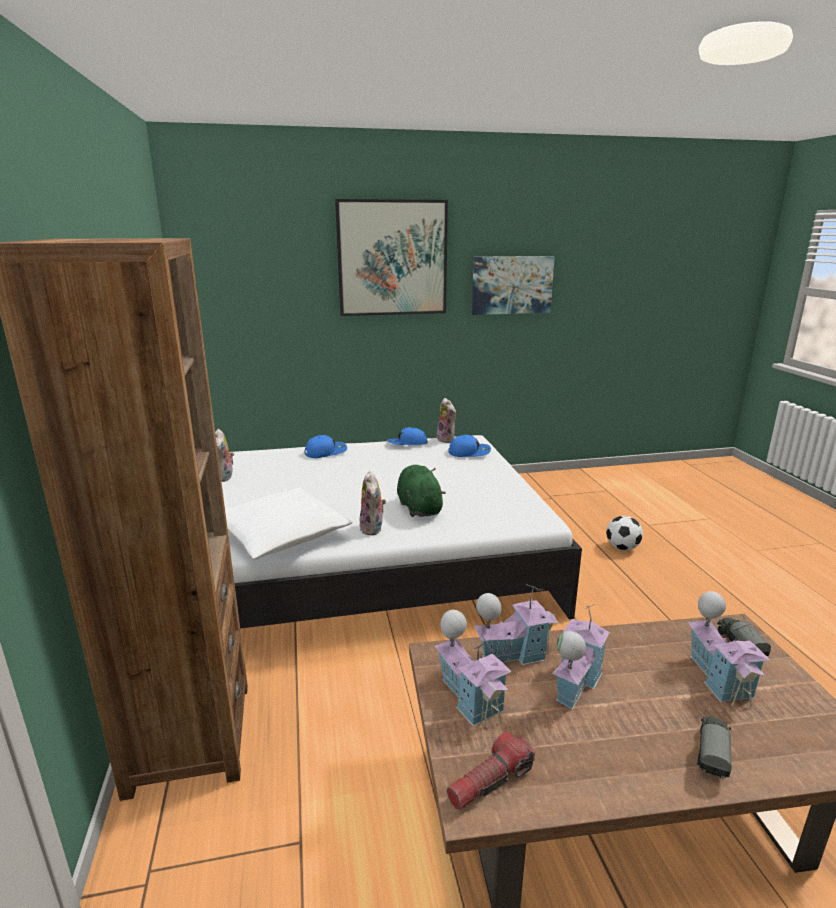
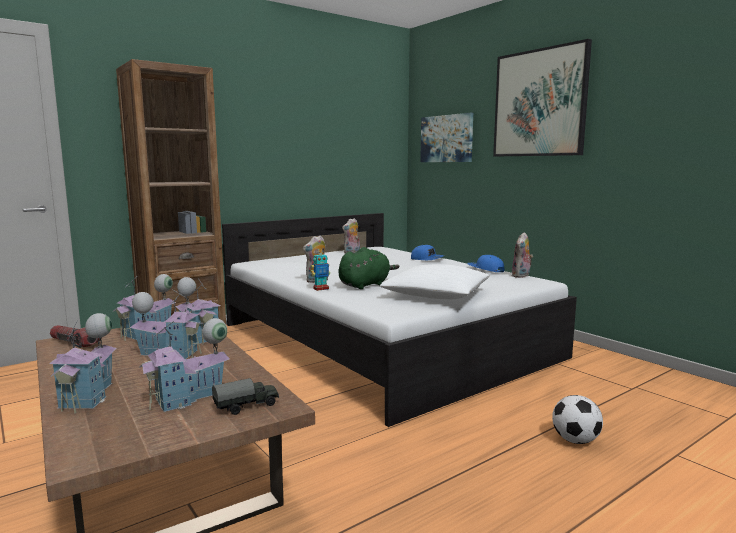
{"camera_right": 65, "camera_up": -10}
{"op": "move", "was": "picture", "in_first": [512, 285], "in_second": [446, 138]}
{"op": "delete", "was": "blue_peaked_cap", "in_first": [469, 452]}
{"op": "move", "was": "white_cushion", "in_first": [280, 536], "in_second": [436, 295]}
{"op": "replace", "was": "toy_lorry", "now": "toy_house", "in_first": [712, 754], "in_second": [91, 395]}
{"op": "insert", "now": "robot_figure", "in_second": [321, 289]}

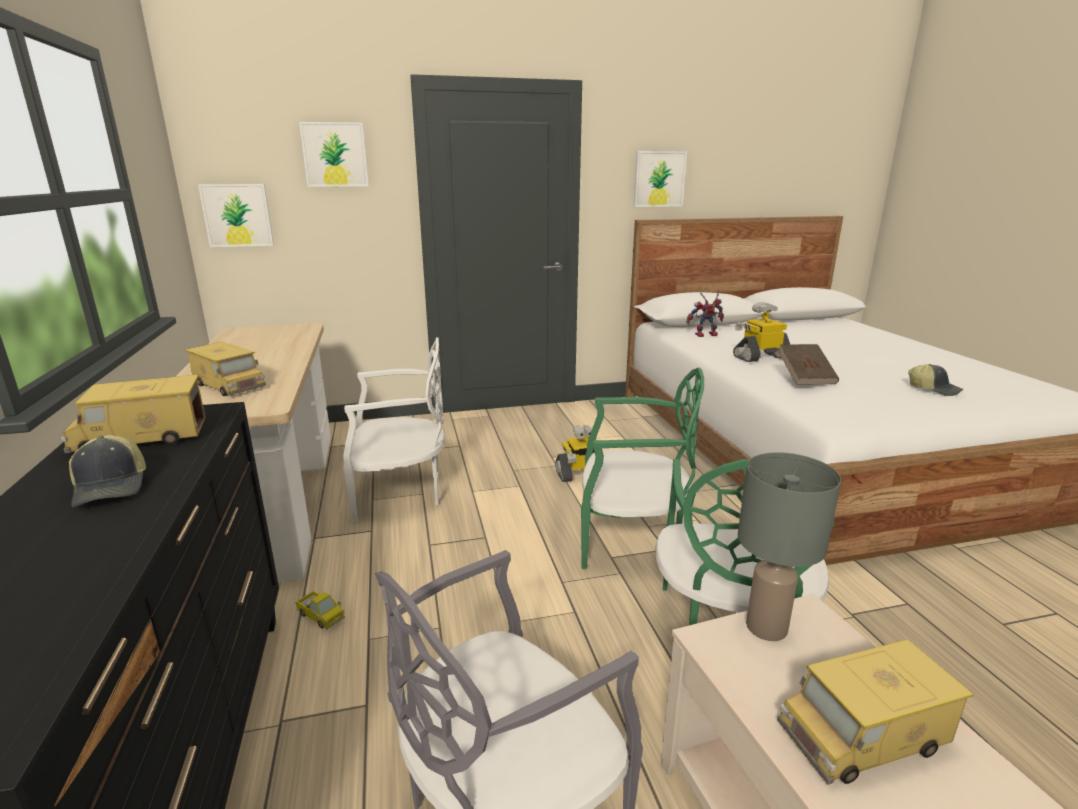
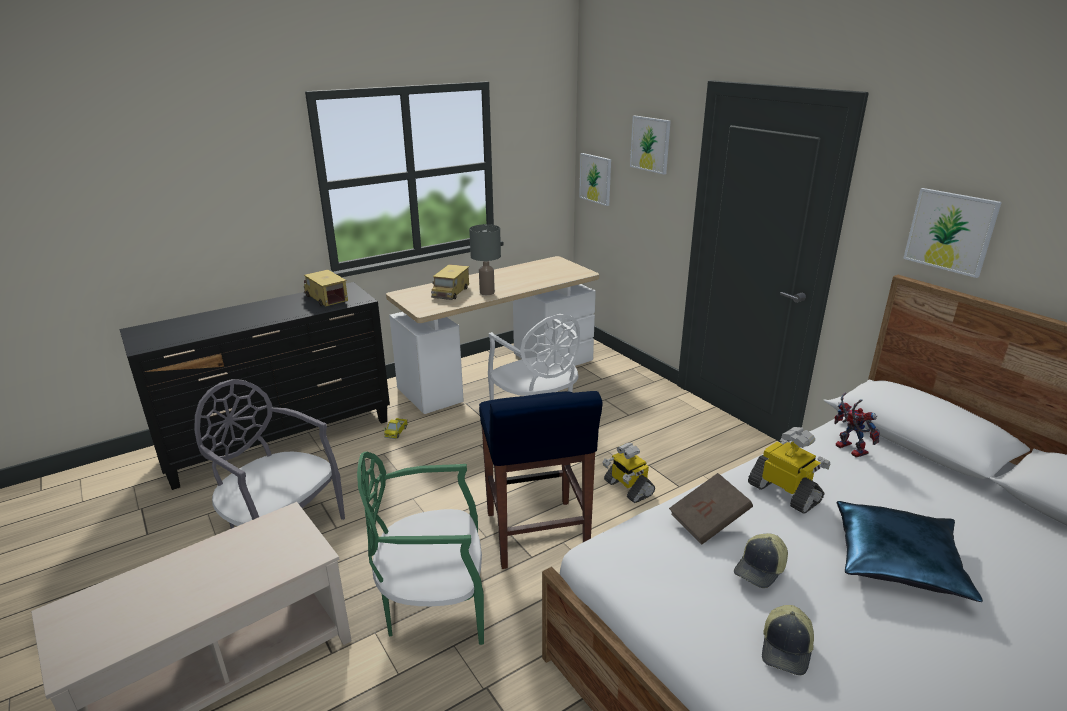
{"camera_right": 70, "camera_up": 5}
{"op": "replace", "was": "greenish_upright_chair", "now": "blue_stool", "in_first": [630, 539], "in_second": [536, 535]}
{"op": "move", "was": "peaked_cap", "in_first": [113, 486], "in_second": [761, 569]}
{"op": "move", "was": "grey_table_lamp", "in_first": [765, 627], "in_second": [486, 292]}
{"op": "delete", "was": "toy_lorry", "in_first": [863, 736]}
{"op": "insert", "now": "blue_cushion", "in_second": [897, 559]}

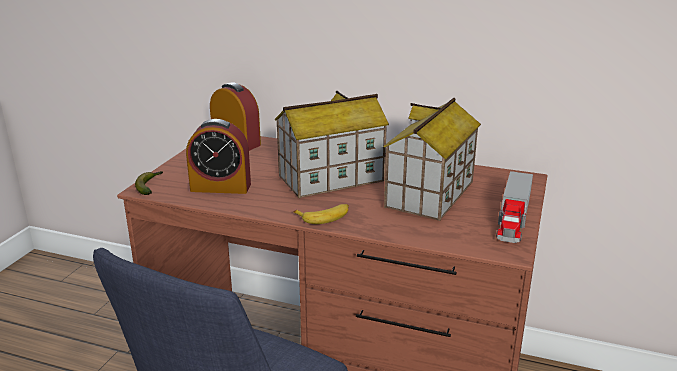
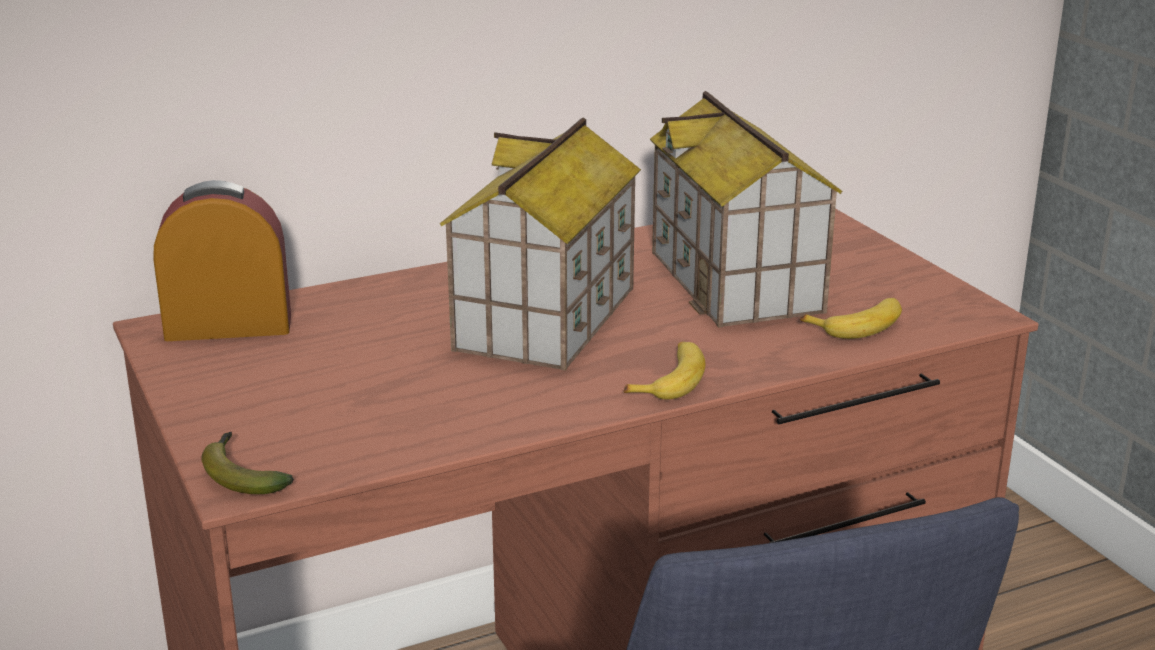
{"camera_right": -45, "camera_up": 0}
{"op": "delete", "was": "alarm_clock", "in_first": [220, 187]}
{"op": "delete", "was": "toy_lorry", "in_first": [513, 219]}
{"op": "insert", "now": "banana", "in_second": [858, 325]}

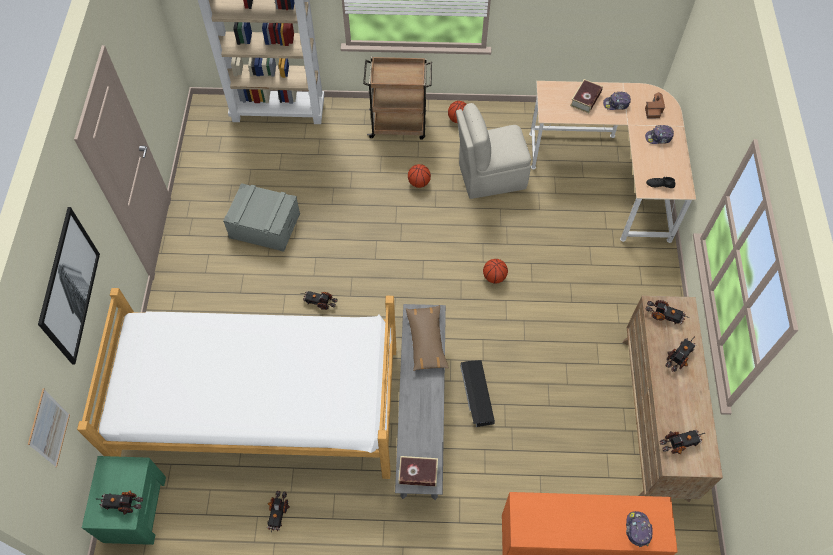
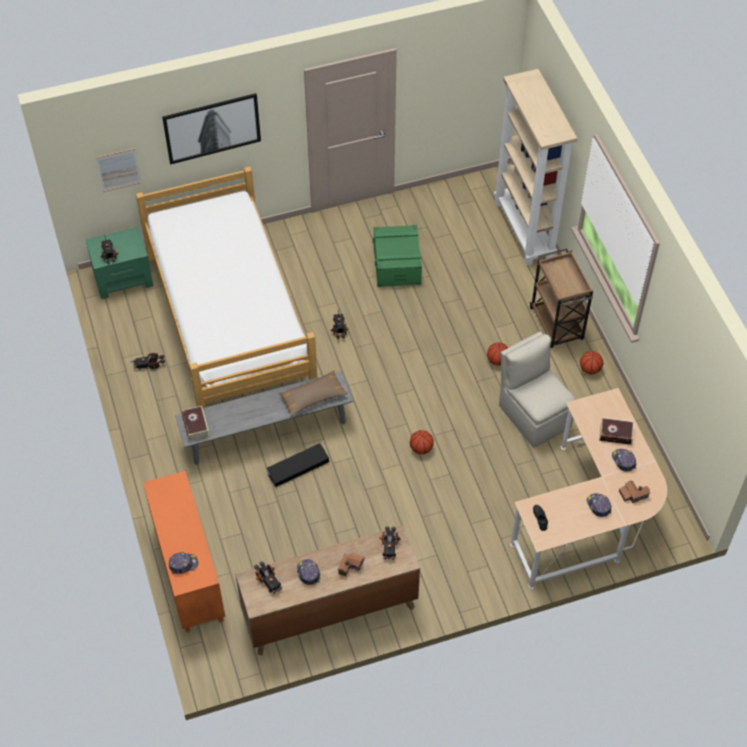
{"camera_right": 70, "camera_up": -5}
{"op": "recolor", "was": "grey_storage_box", "now": "greenish_storage_box", "in_first": [265, 225], "in_second": [397, 265]}
{"op": "replace", "was": "toy_lorry", "now": "toy_house", "in_first": [679, 357], "in_second": [351, 566]}
{"op": "insert", "now": "peaked_cap", "in_second": [308, 573]}

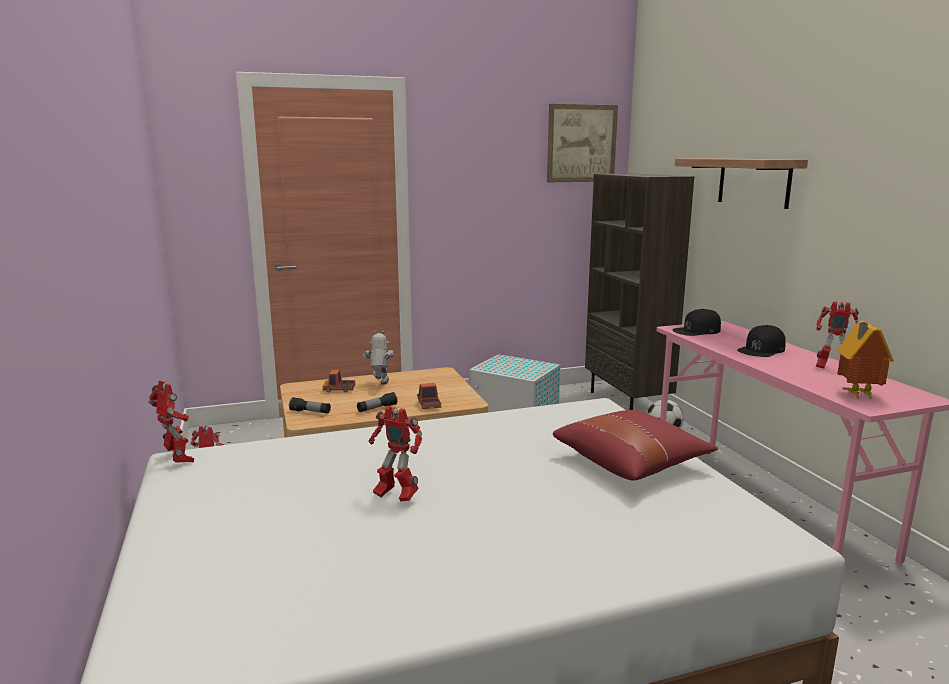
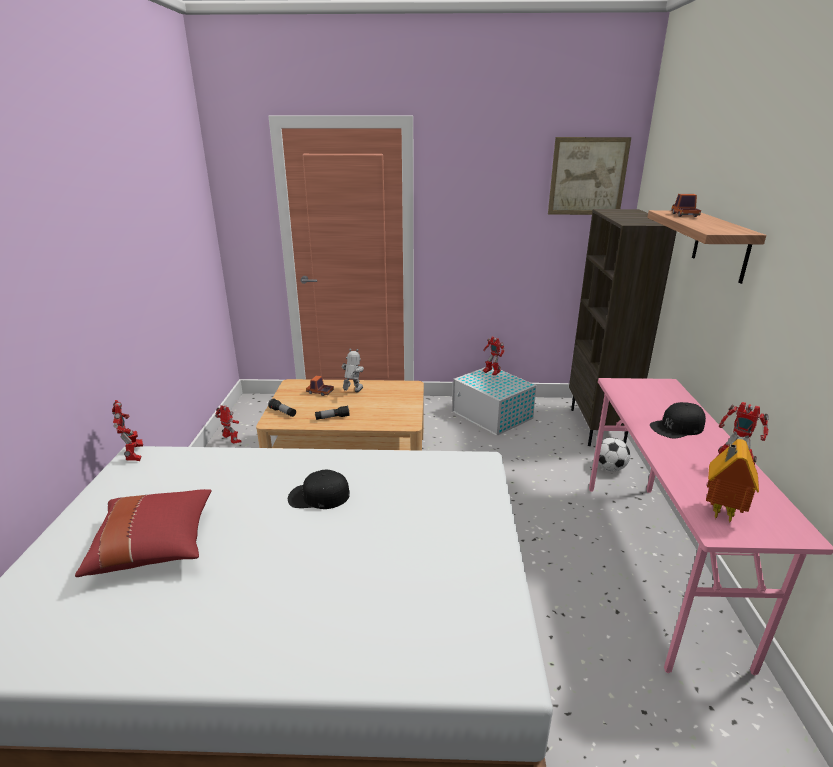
{"camera_right": 20, "camera_up": 10}
{"op": "move", "was": "black-coloured_peaked_cap", "in_first": [697, 330], "in_second": [318, 496]}
{"op": "move", "was": "toy_lorry", "in_first": [429, 405], "in_second": [684, 215]}
{"op": "move", "was": "robot_figure", "in_first": [395, 496], "in_second": [491, 373]}
{"op": "move", "was": "red-coloured_cushion", "in_first": [631, 463], "in_second": [155, 545]}

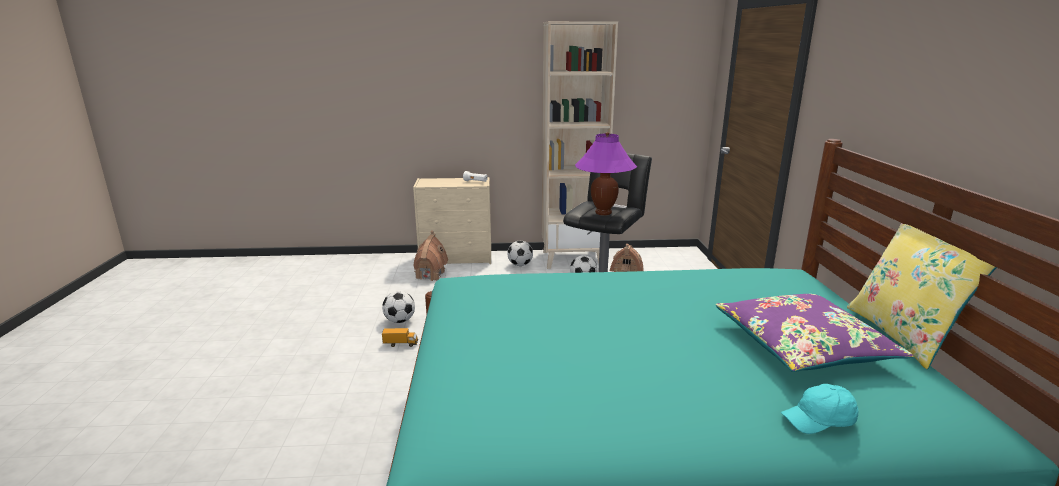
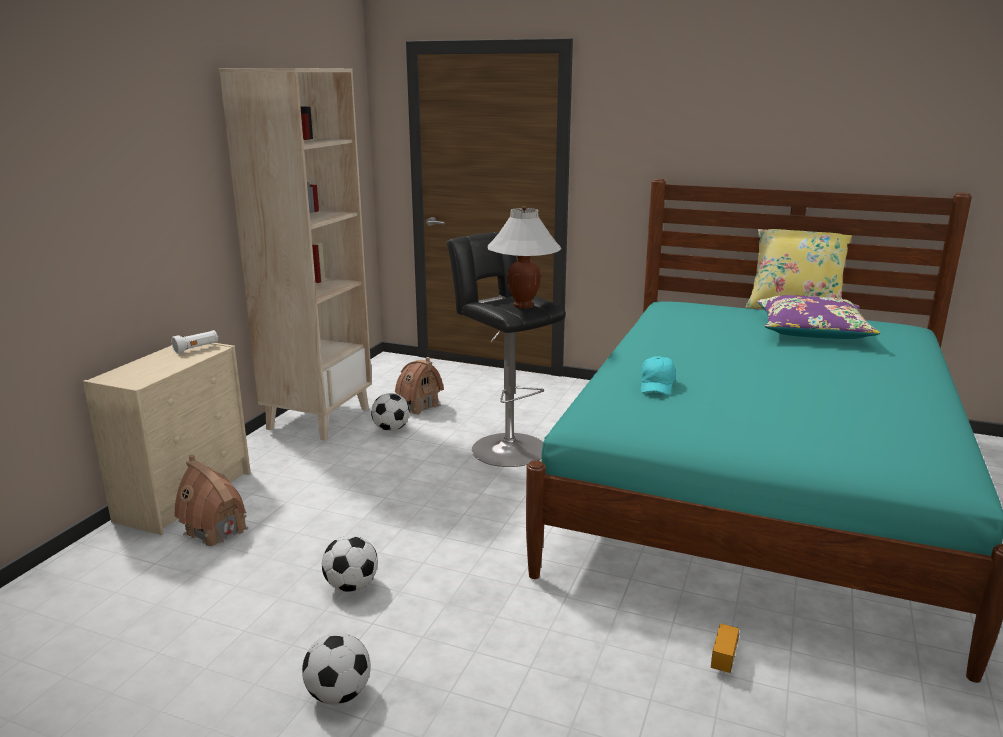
{"camera_right": -65, "camera_up": 0}
{"op": "recolor", "was": "purple-coloured_table_lamp", "now": "white_table_lamp", "in_first": [603, 213], "in_second": [523, 306]}
{"op": "move", "was": "ball_for_football", "in_first": [520, 265], "in_second": [339, 694]}
{"op": "move", "was": "toy_lorry", "in_first": [400, 344], "in_second": [724, 657]}
{"op": "move", "was": "turquoise-coloured_peaked_cap", "in_first": [819, 420], "in_second": [657, 386]}

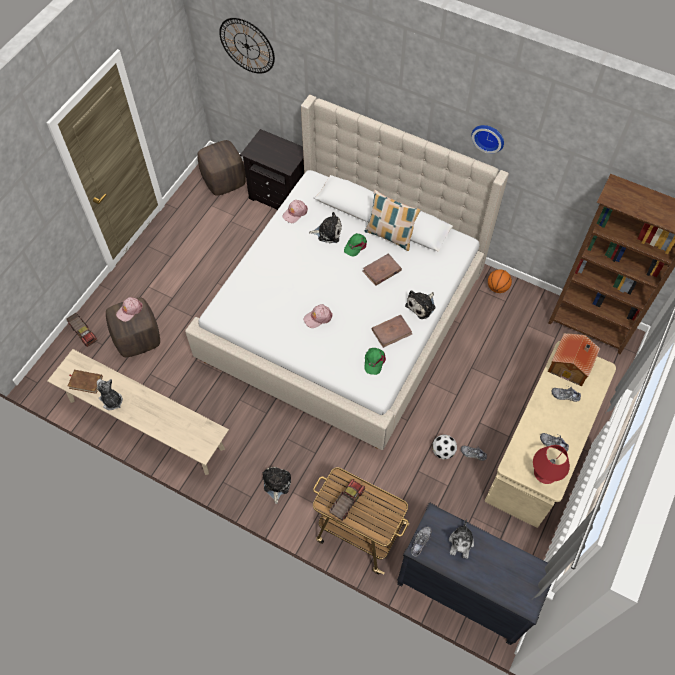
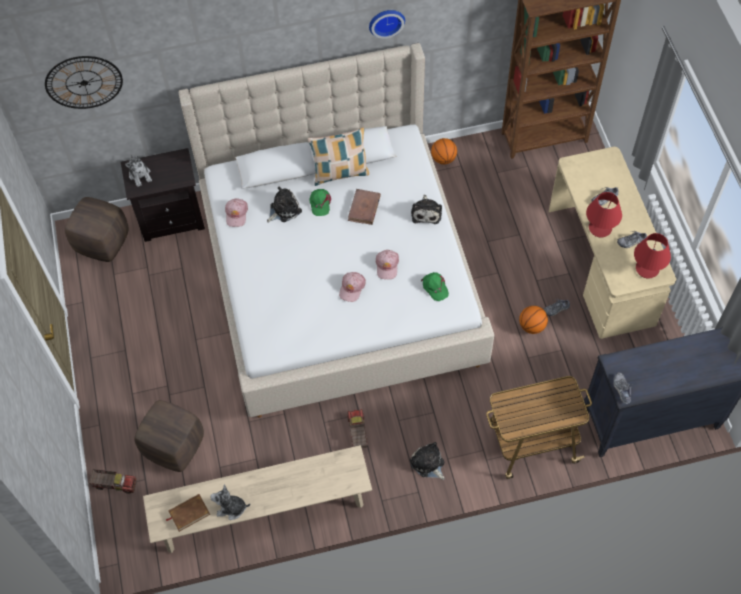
{"camera_right": -40, "camera_up": 0}
{"op": "move", "was": "pinkish_peaked_cap", "in_first": [129, 310], "in_second": [387, 266]}
{"op": "delete", "was": "brown-coloured_book", "in_first": [391, 332]}
{"op": "delete", "was": "toy_house", "in_first": [571, 364]}
{"op": "replace", "was": "ball_for_football", "now": "ball_for_basketball", "in_first": [443, 451], "in_second": [532, 326]}
{"op": "move", "was": "toy_lorry", "in_first": [346, 502], "in_second": [357, 432]}
{"op": "move", "was": "soft_toy", "in_first": [461, 543], "in_second": [140, 175]}
{"op": "insert", "now": "red-coloured_table_lamp", "in_second": [600, 228]}

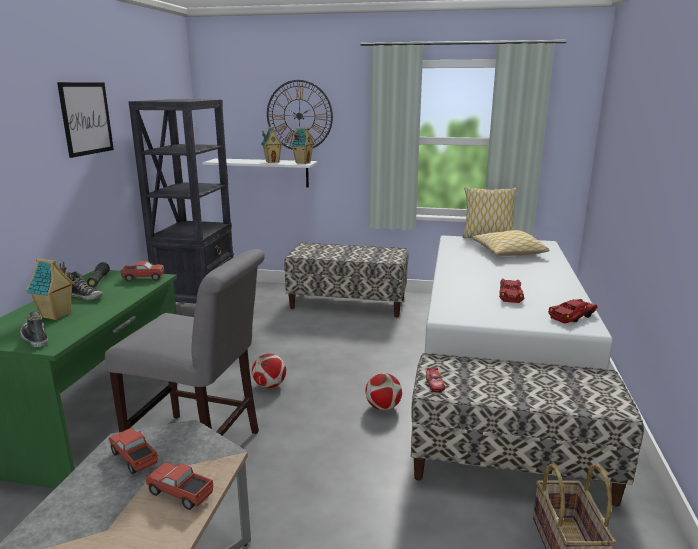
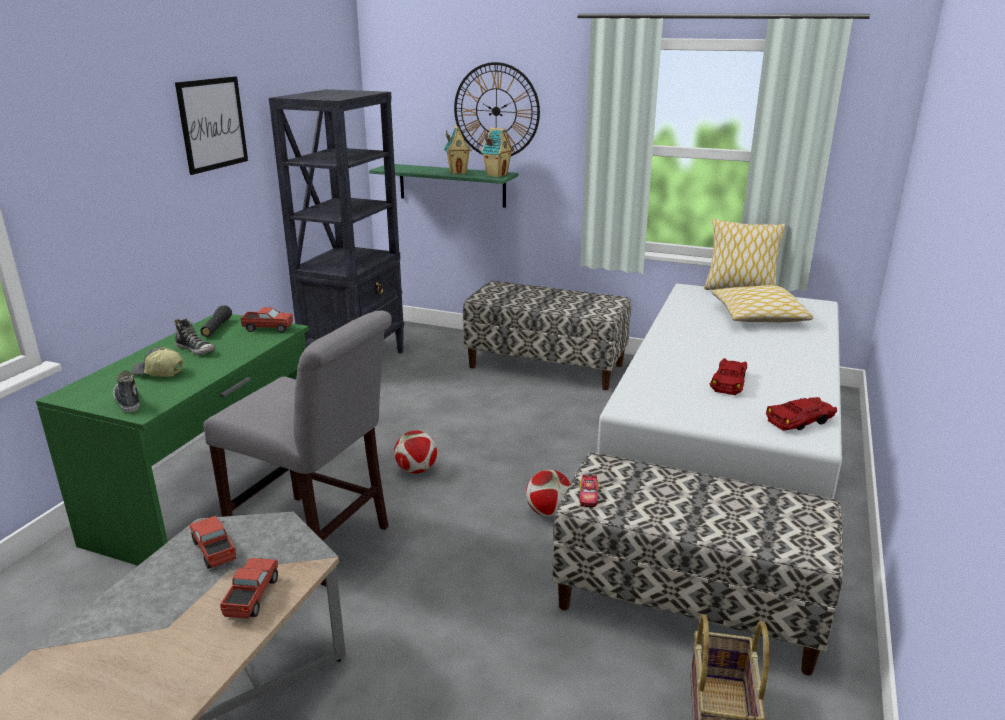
{"camera_right": 10, "camera_up": 5}
{"op": "recolor", "was": "white_shelf", "now": "greenish_shelf", "in_first": [266, 172], "in_second": [452, 185]}
{"op": "replace", "was": "toy_house", "now": "peaked_cap", "in_first": [56, 315], "in_second": [158, 372]}
{"op": "rotate", "was": "toy_lorry", "in_first": [180, 494], "in_second": [252, 598], "clockwise": 60}

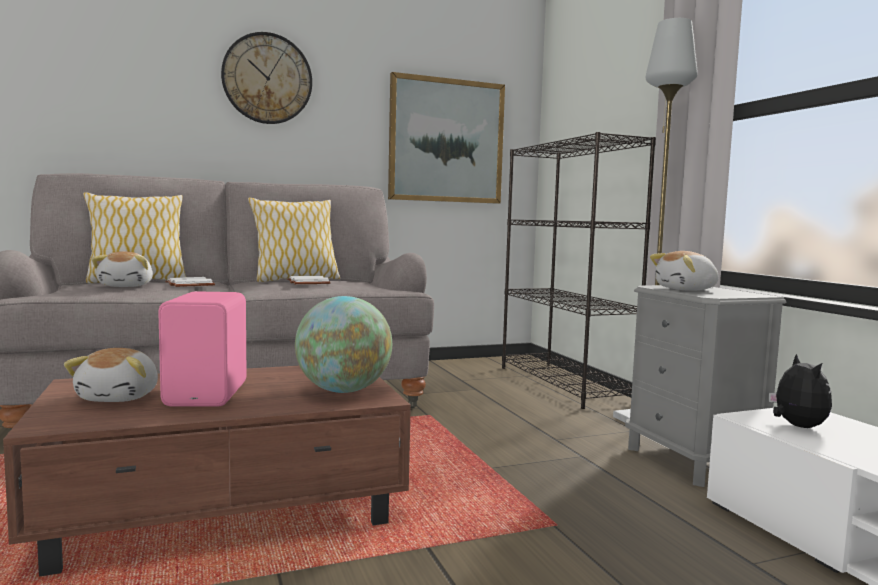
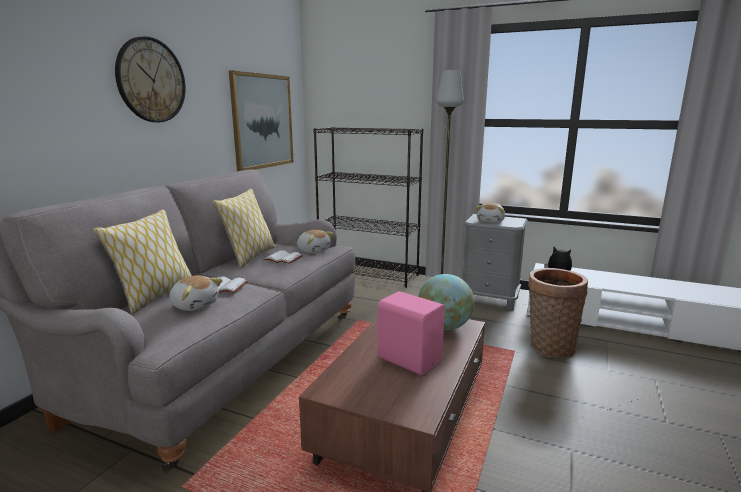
{"camera_right": -45, "camera_up": 10}
{"op": "move", "was": "soft_toy", "in_first": [120, 397], "in_second": [313, 250]}
{"op": "insert", "now": "basket", "in_second": [549, 346]}

